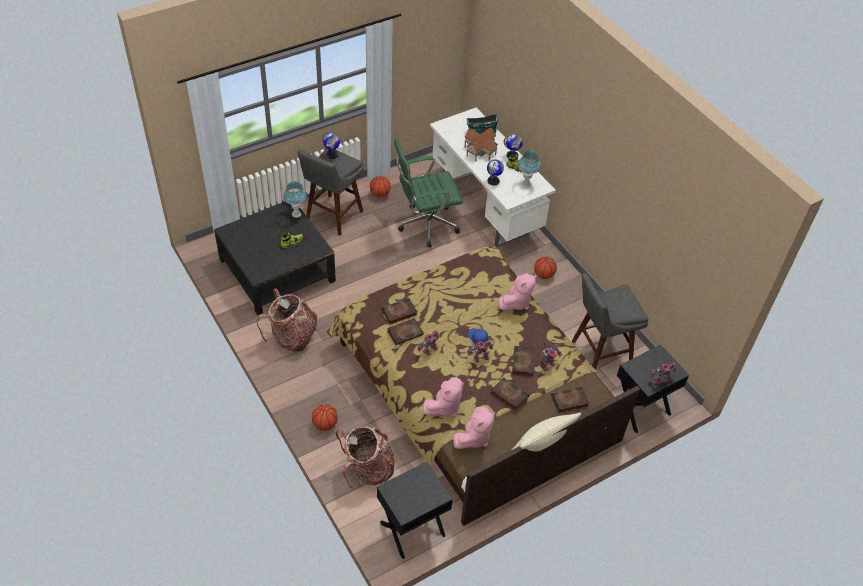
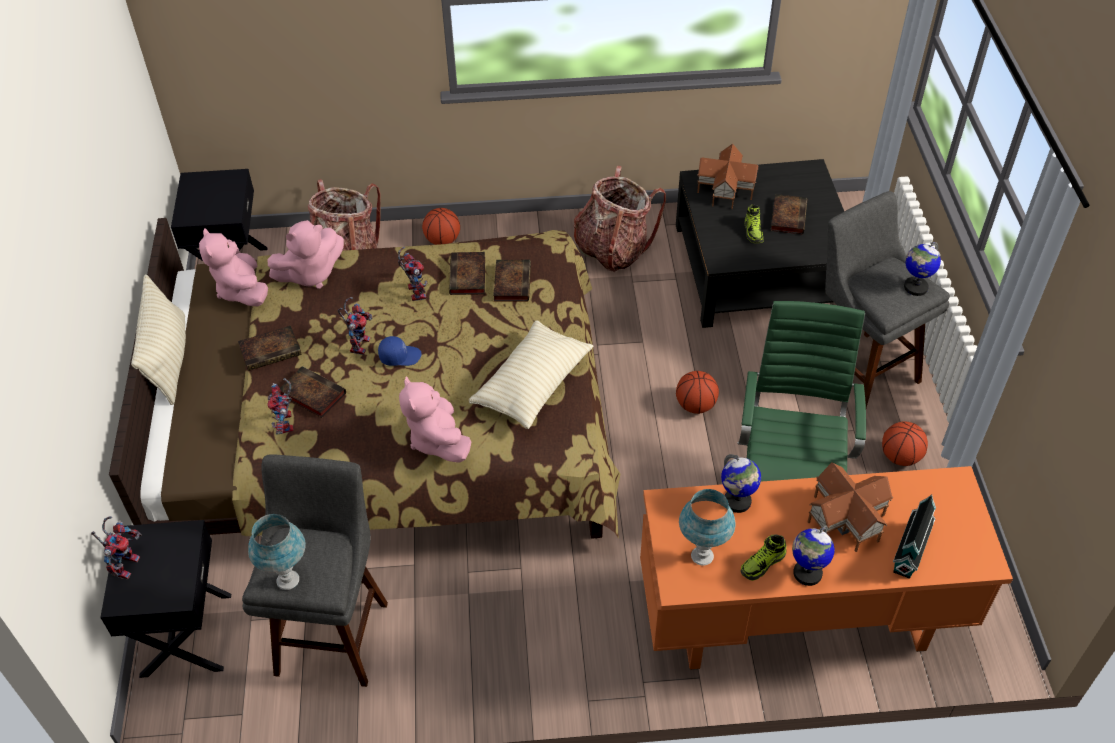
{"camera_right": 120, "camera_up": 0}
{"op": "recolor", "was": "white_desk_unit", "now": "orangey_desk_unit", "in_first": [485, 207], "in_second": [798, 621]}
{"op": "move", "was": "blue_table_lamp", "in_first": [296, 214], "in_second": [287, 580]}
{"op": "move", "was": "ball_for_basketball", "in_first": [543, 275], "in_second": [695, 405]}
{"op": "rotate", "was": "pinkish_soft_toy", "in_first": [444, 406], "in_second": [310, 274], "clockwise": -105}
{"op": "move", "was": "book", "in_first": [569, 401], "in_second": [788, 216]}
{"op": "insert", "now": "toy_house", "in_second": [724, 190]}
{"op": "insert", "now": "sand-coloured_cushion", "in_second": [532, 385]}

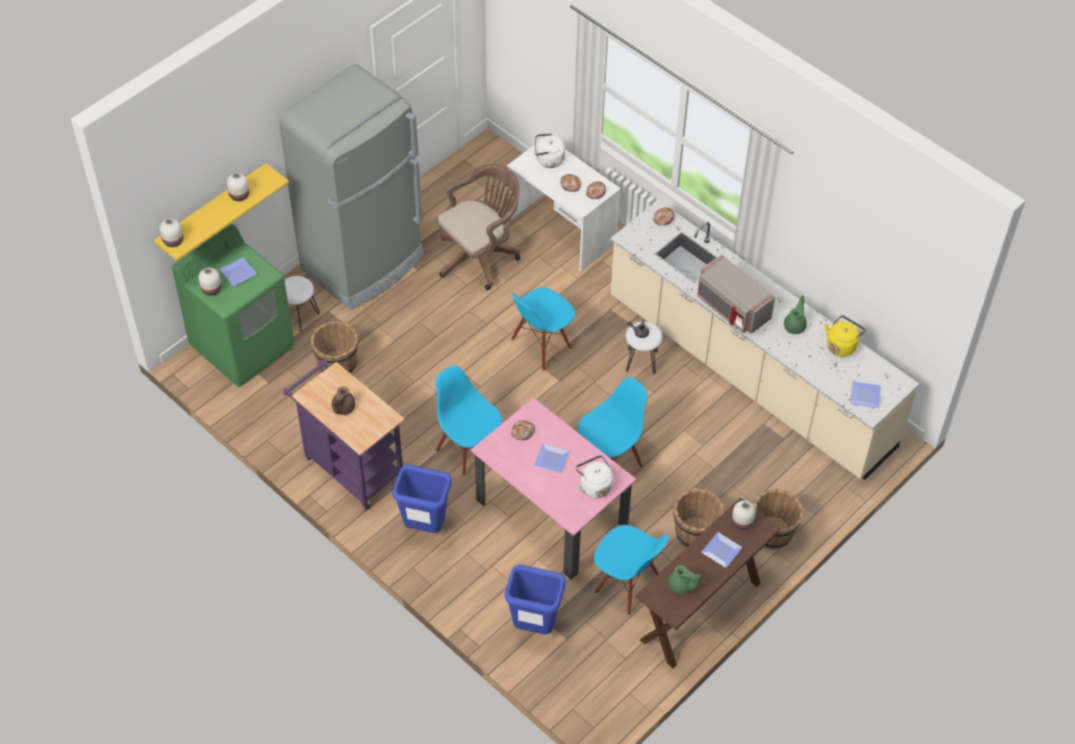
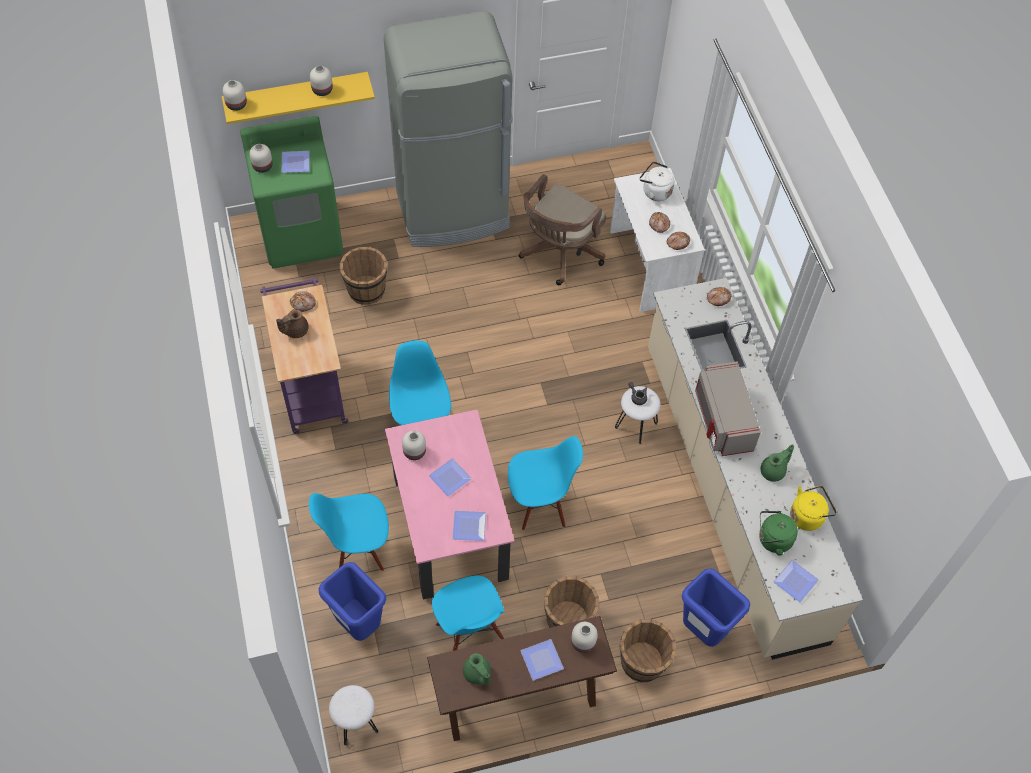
{"camera_right": 30, "camera_up": 5}
{"op": "rotate", "was": "brown-coloured_computer_chair", "in_first": [480, 256], "in_second": [559, 254], "clockwise": 135}
{"op": "move", "was": "white_stool", "in_first": [299, 316], "in_second": [355, 723]}
{"op": "move", "was": "blue_upright_chair", "in_first": [541, 345], "in_second": [357, 550]}
{"op": "move", "was": "bakery_bread", "in_first": [523, 432], "in_second": [303, 304]}
{"op": "replace", "was": "white_water_kettle", "now": "dinner_plate", "in_first": [594, 485], "in_second": [470, 525]}
{"op": "move", "was": "blue_trash_can", "in_first": [424, 526], "in_second": [702, 630]}
{"op": "insert", "now": "white_vase", "in_second": [414, 451]}
{"op": "insert", "now": "greenish_water_kettle", "in_second": [772, 540]}

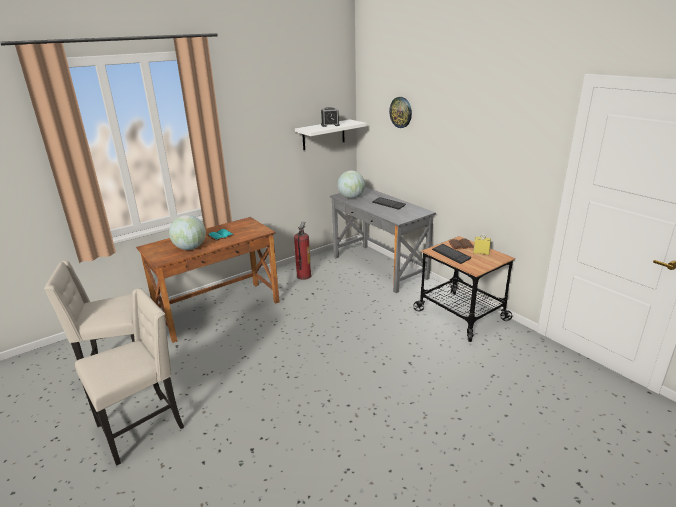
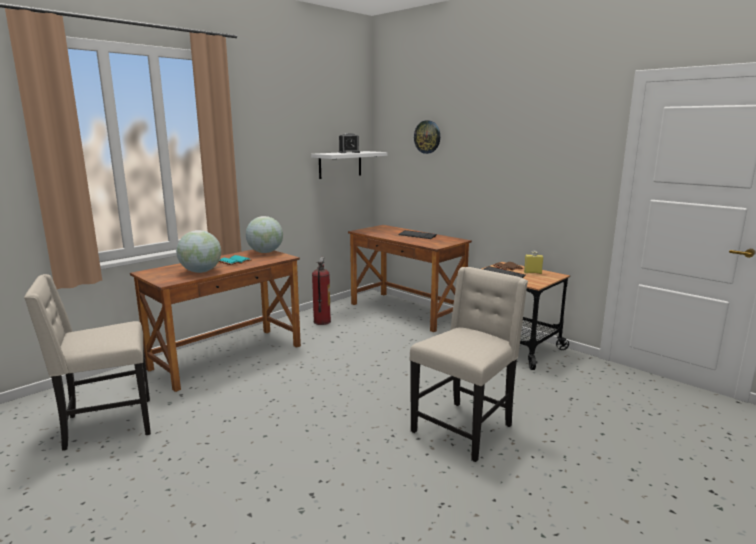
{"camera_right": -10, "camera_up": -10}
{"op": "move", "was": "desk_globe", "in_first": [351, 197], "in_second": [265, 252]}
{"op": "recolor", "was": "grey_desk_unit", "now": "brown-coloured_desk_unit", "in_first": [379, 267], "in_second": [406, 311]}
{"op": "move", "was": "sand-coloured_upright_chair", "in_first": [142, 426], "in_second": [464, 428]}

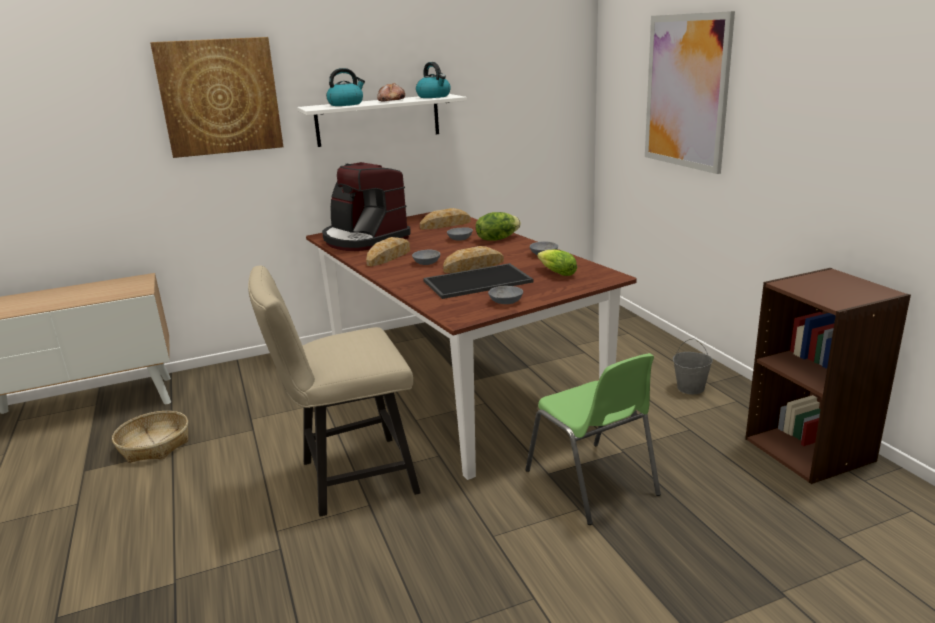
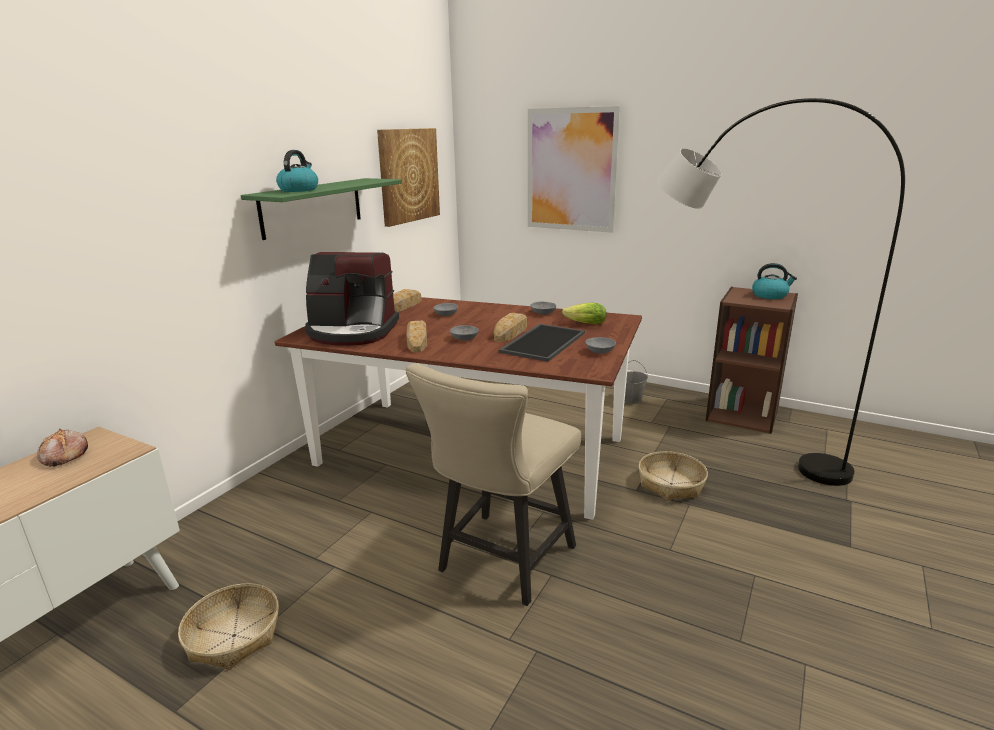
{"camera_right": -40, "camera_up": 0}
{"op": "move", "was": "picture", "in_first": [220, 97], "in_second": [408, 175]}
{"op": "move", "was": "water_kettle", "in_first": [434, 96], "in_second": [770, 295]}
{"op": "move", "was": "bakery_bread", "in_first": [391, 100], "in_second": [64, 456]}
{"op": "recolor", "was": "white_shelf", "now": "greenish_shelf", "in_first": [378, 120], "in_second": [312, 207]}
{"op": "delete", "was": "head_of_lettuce", "in_first": [497, 239]}
{"op": "replace", "was": "greenish_upright_chair", "now": "basket", "in_first": [592, 483], "in_second": [671, 484]}
{"op": "insert", "now": "grey_floor_lamp", "in_second": [730, 444]}

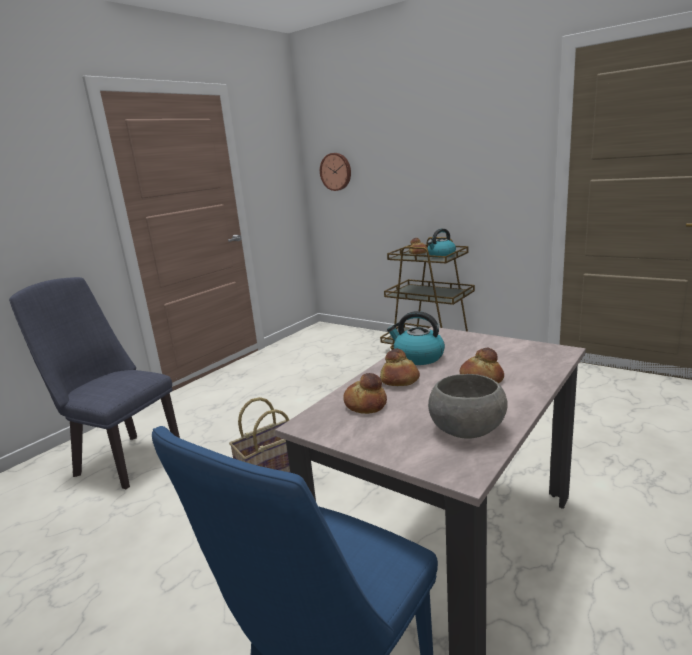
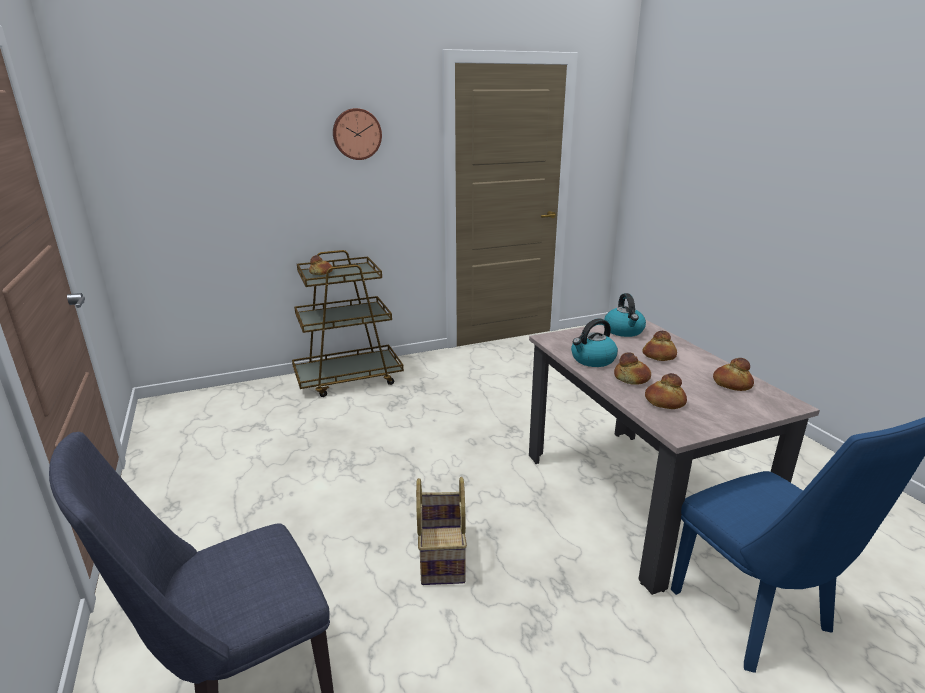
{"camera_right": -60, "camera_up": 5}
{"op": "move", "was": "wall_clock", "in_first": [336, 171], "in_second": [356, 134]}
{"op": "move", "was": "water_kettle", "in_first": [441, 255], "in_second": [624, 331]}
{"op": "replace", "was": "grey_bowl", "now": "bakery_bread", "in_first": [467, 428], "in_second": [731, 384]}

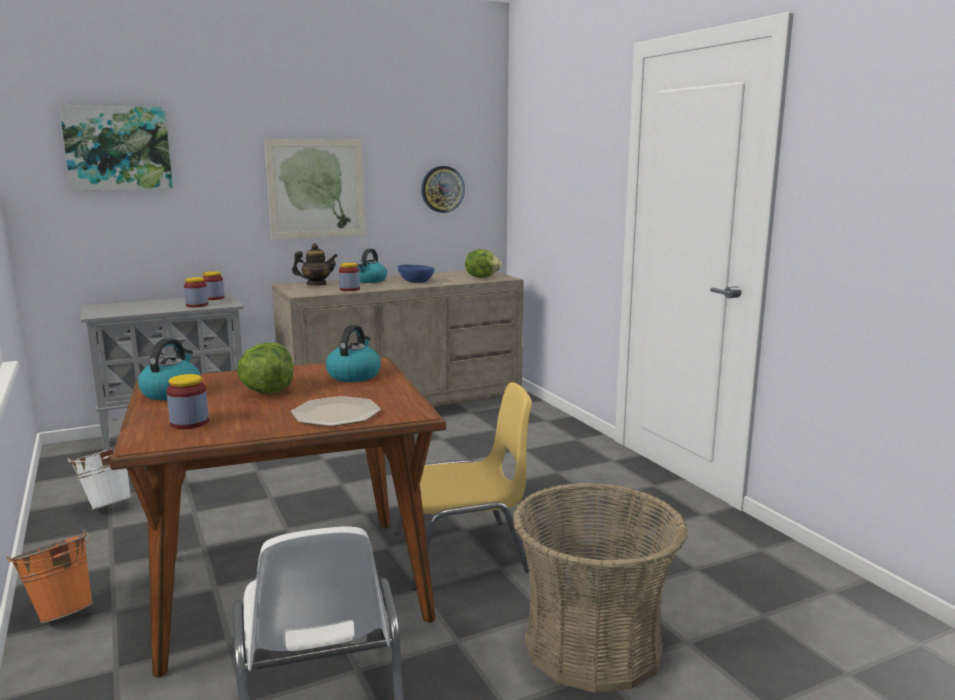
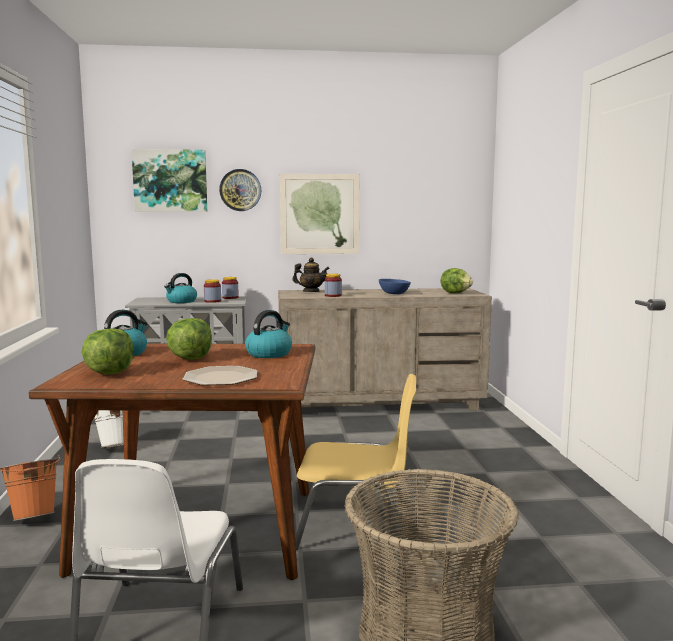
{"camera_right": 20, "camera_up": -5}
{"op": "move", "was": "wall_clock", "in_first": [442, 189], "in_second": [240, 190]}
{"op": "move", "was": "water_kettle", "in_first": [370, 281], "in_second": [181, 301]}
{"op": "replace", "was": "storage_jar", "now": "head_of_lettuce", "in_first": [189, 423], "in_second": [109, 373]}

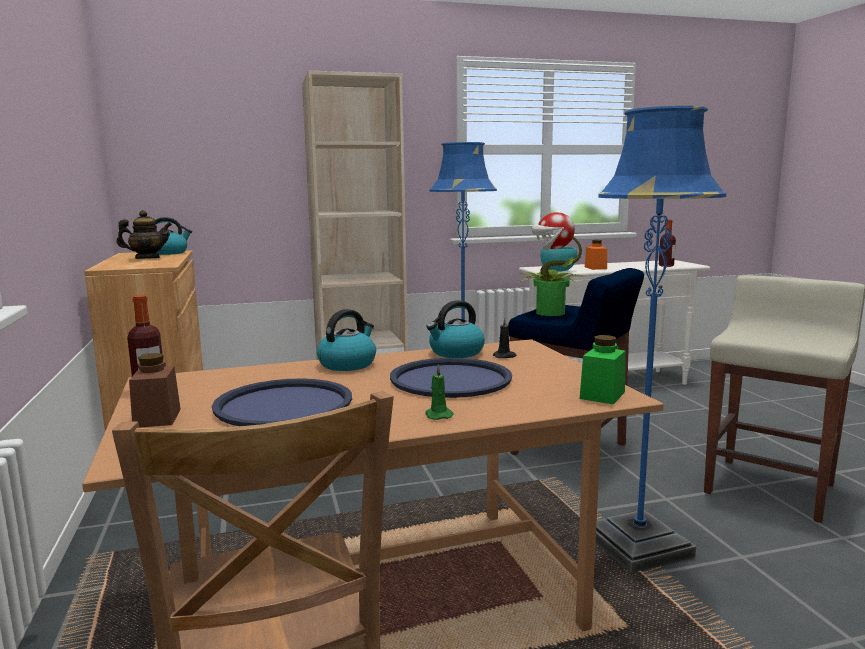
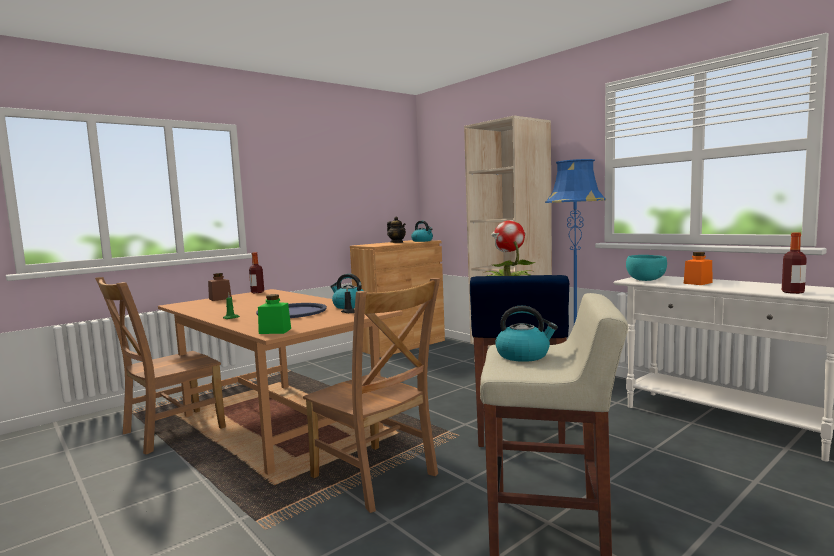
{"camera_right": 65, "camera_up": -5}
{"op": "replace", "was": "blue_floor_lamp", "now": "brown-coloured_upright_chair", "in_first": [638, 545], "in_second": [377, 478]}
{"op": "move", "was": "water_kettle", "in_first": [348, 364], "in_second": [523, 355]}
{"op": "delete", "was": "blue_carrying_tray", "in_first": [284, 405]}

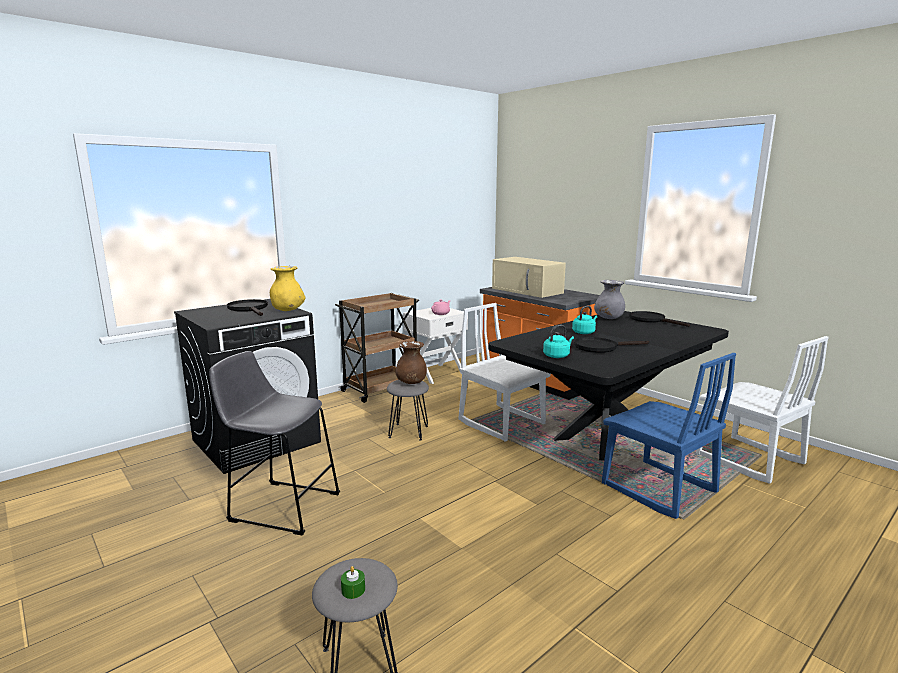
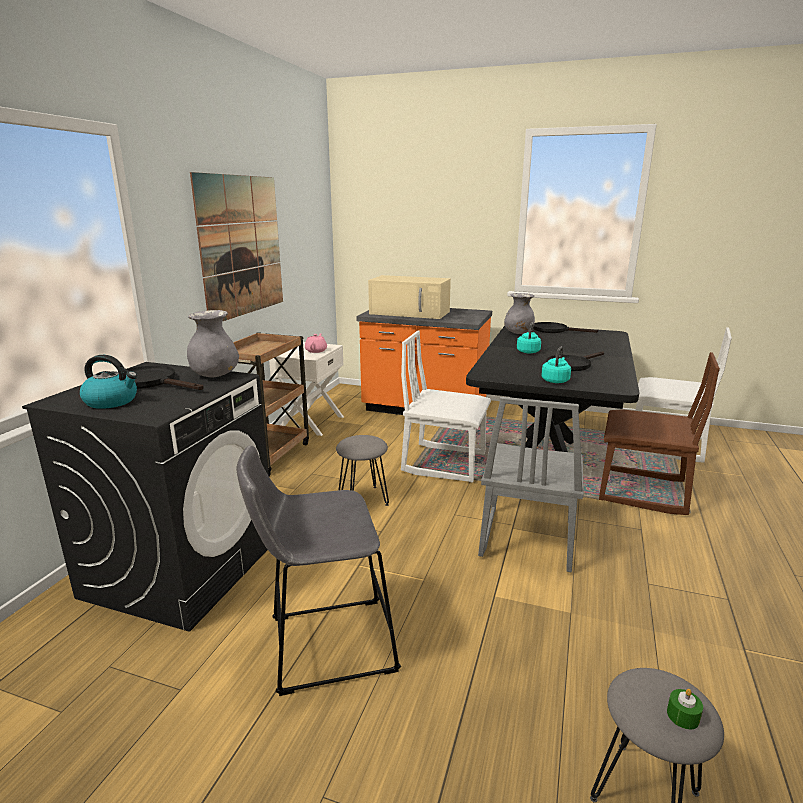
{"camera_right": -30, "camera_up": 5}
{"op": "recolor", "was": "yellow-coloured_vase", "now": "grey_vase", "in_first": [288, 310], "in_second": [215, 375]}
{"op": "delete", "was": "brown-coloured_vase", "in_first": [411, 382]}
{"op": "recolor", "was": "blue_upright_chair", "now": "brown-coloured_upright_chair", "in_first": [658, 489], "in_second": [642, 491]}
{"op": "insert", "now": "picture", "in_second": [241, 246]}
{"op": "insert", "now": "water_kettle", "in_second": [112, 401]}
{"op": "insert", "now": "grey_upright_chair", "in_second": [526, 539]}

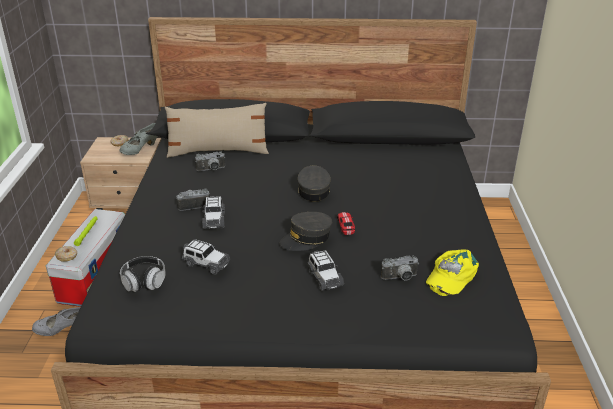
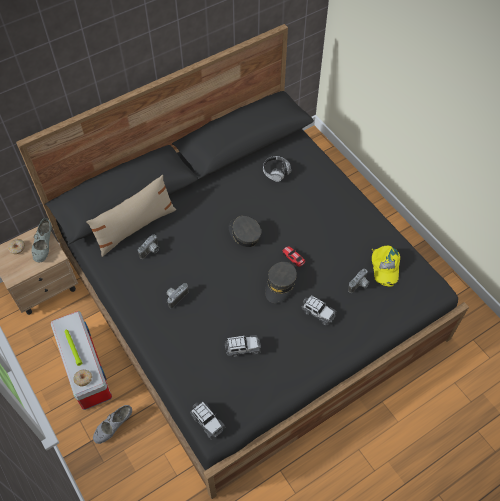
{"camera_right": -35, "camera_up": 25}
{"op": "move", "was": "model_car", "in_first": [214, 220], "in_second": [207, 421]}
{"op": "move", "was": "headphones", "in_first": [144, 281], "in_second": [276, 172]}

